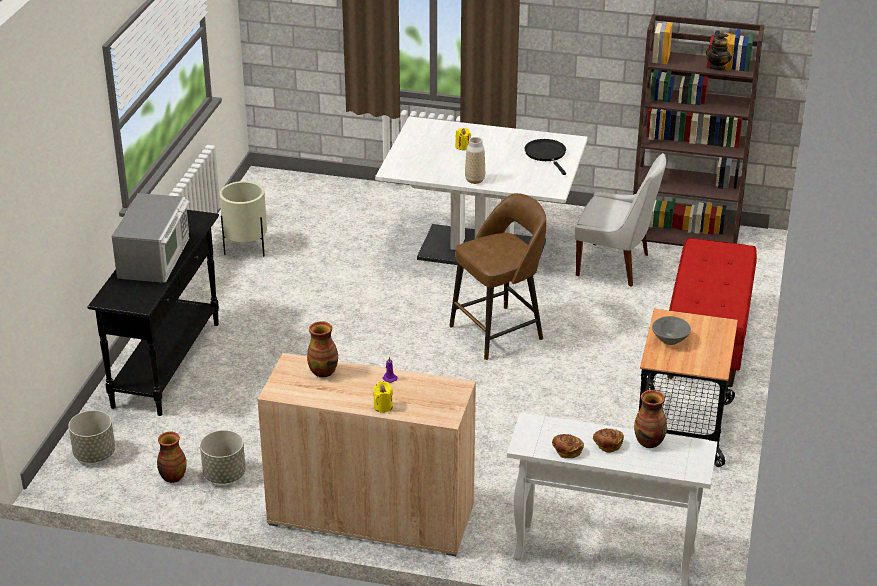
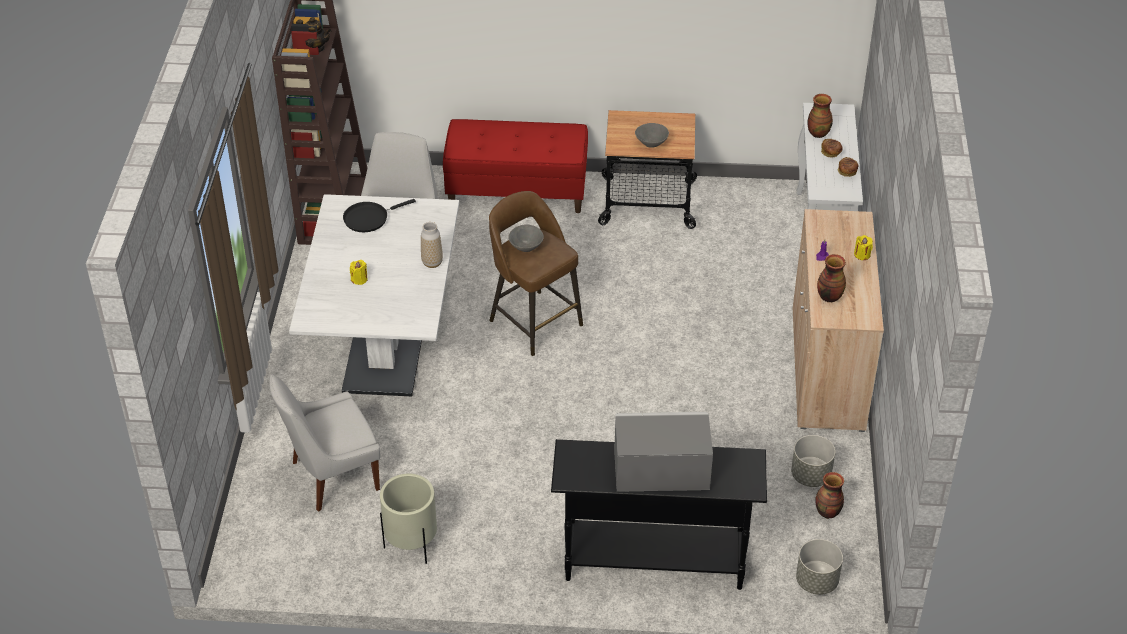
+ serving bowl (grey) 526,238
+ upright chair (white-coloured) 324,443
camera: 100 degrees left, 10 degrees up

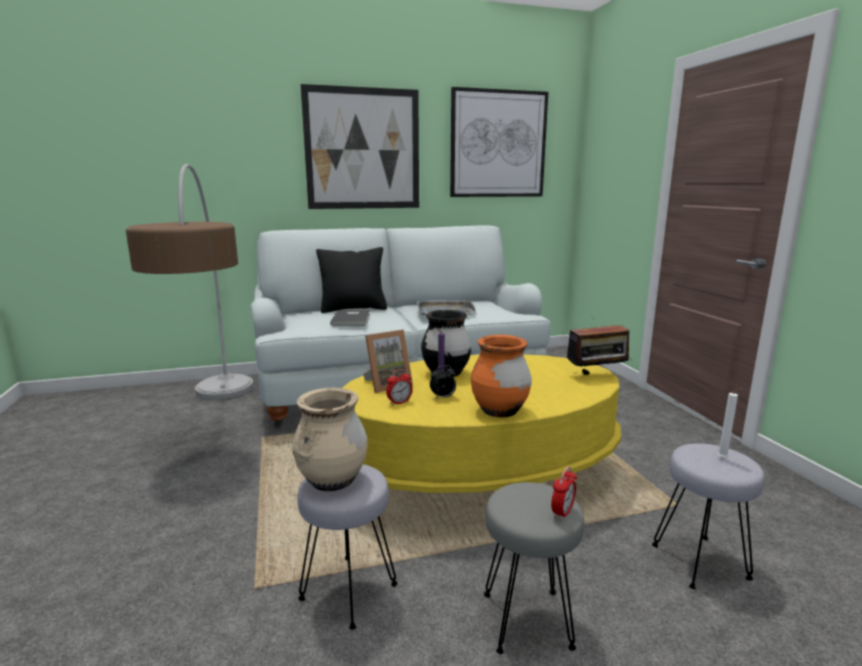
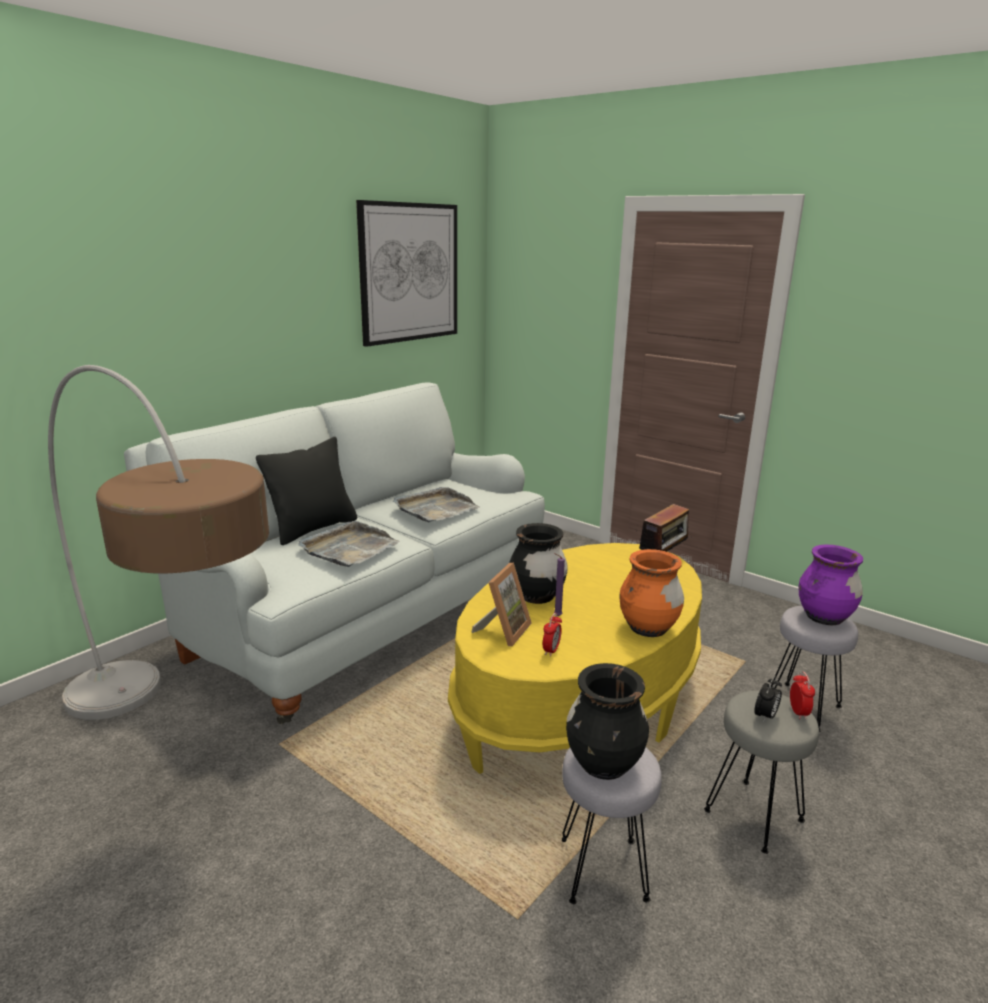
- wall picture 360,146
~ book (grey) 350,318 to tray (grey) 349,544
~ table clock 443,381 to 768,700
~ decorative vase (sand-coloured) 330,439 to decorative vase (black-coloured) 607,721
~ wax light (white-coloured) 731,423 to decorative vase (purple) 831,585
camera: 35 degrees left, 5 degrees up

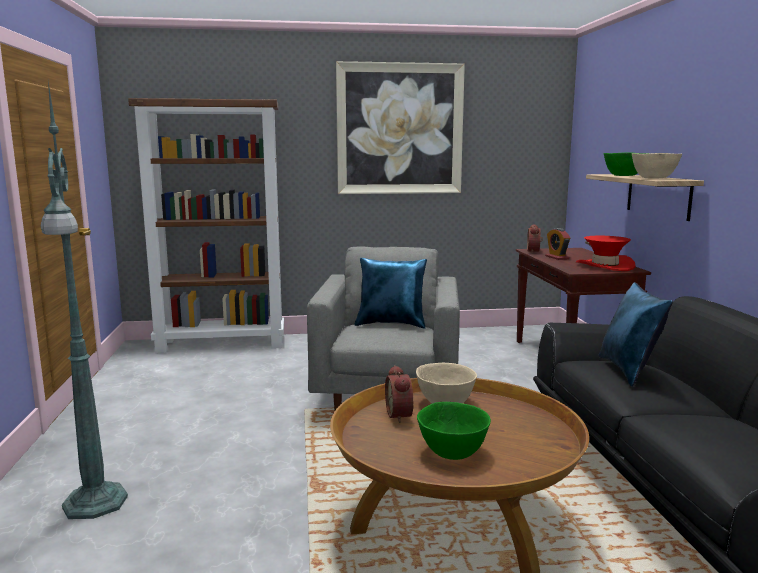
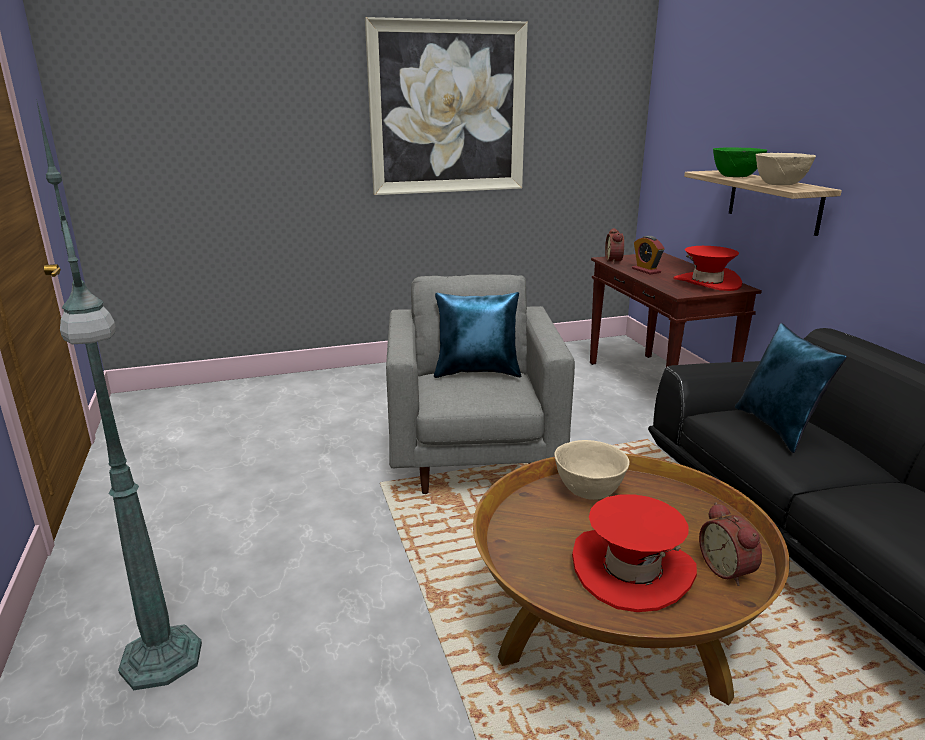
- bookcase (brown-coloured) 206,225
~ table clock 399,394 to 730,544
~ serving bowl (greenish) 454,431 to clothing hat (reddish) 634,553
camera: 10 degrees left, 10 degrees up

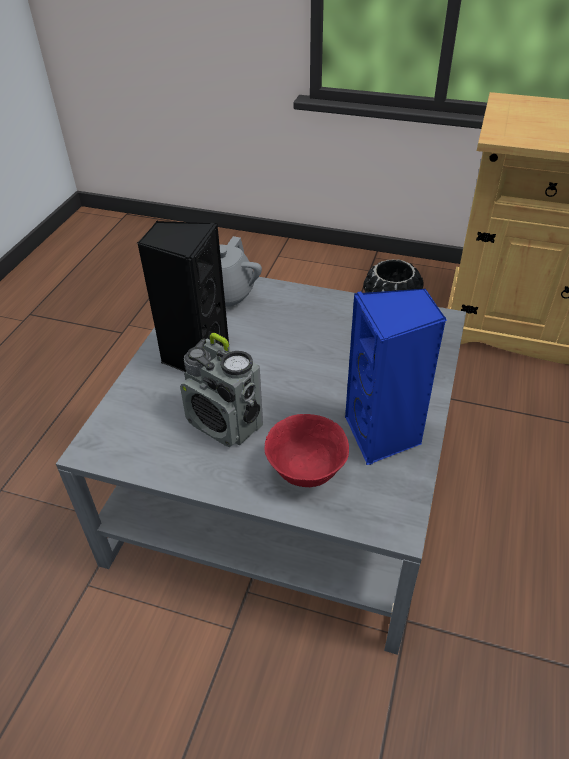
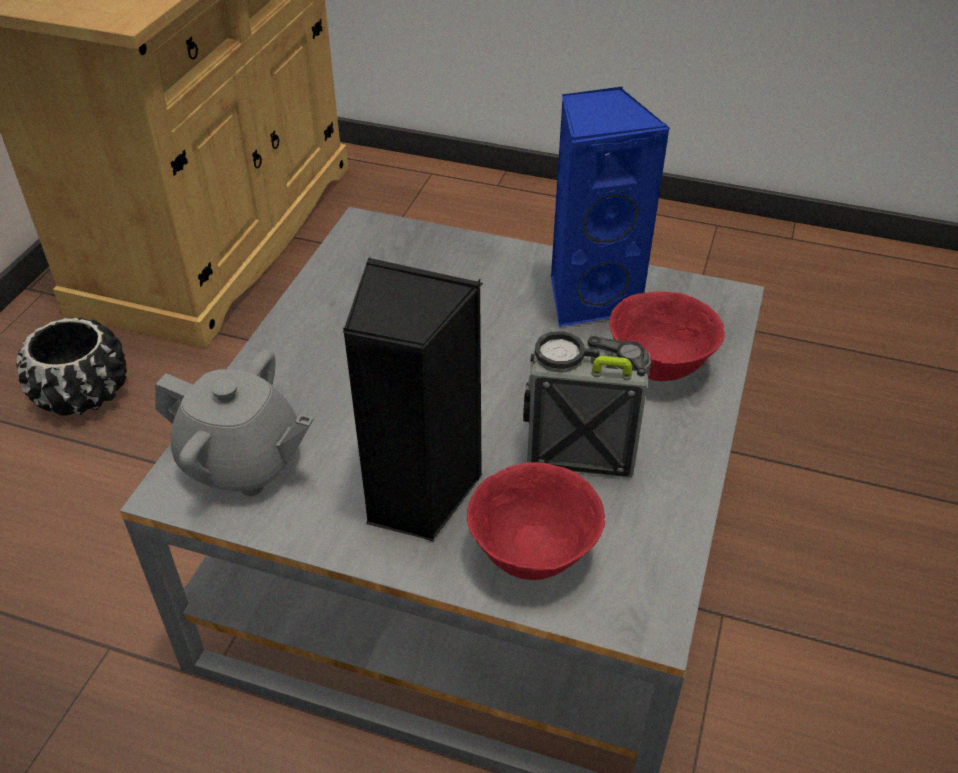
~ radio receiver 221,390 = 587,404 120 degrees counterclockwise
+ serving bowl (reddish) 536,521
camera: 90 degrees left, 0 degrees up

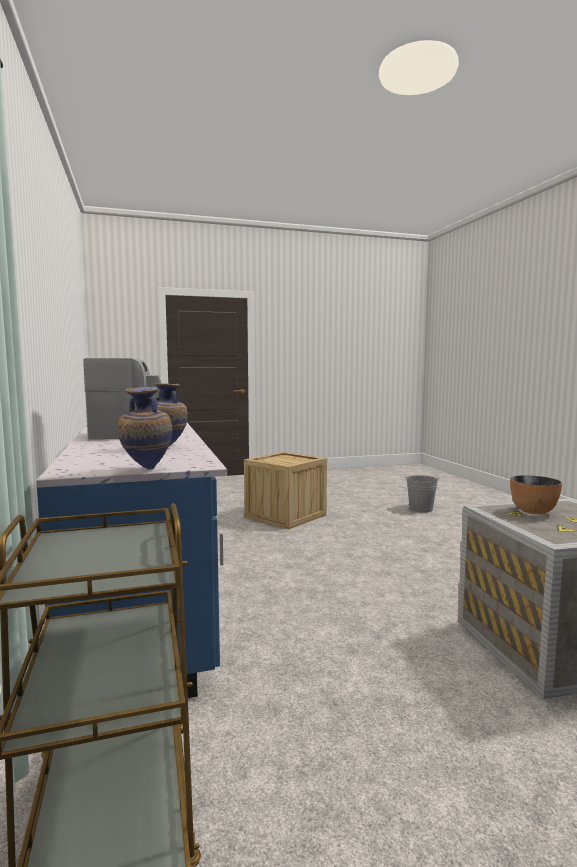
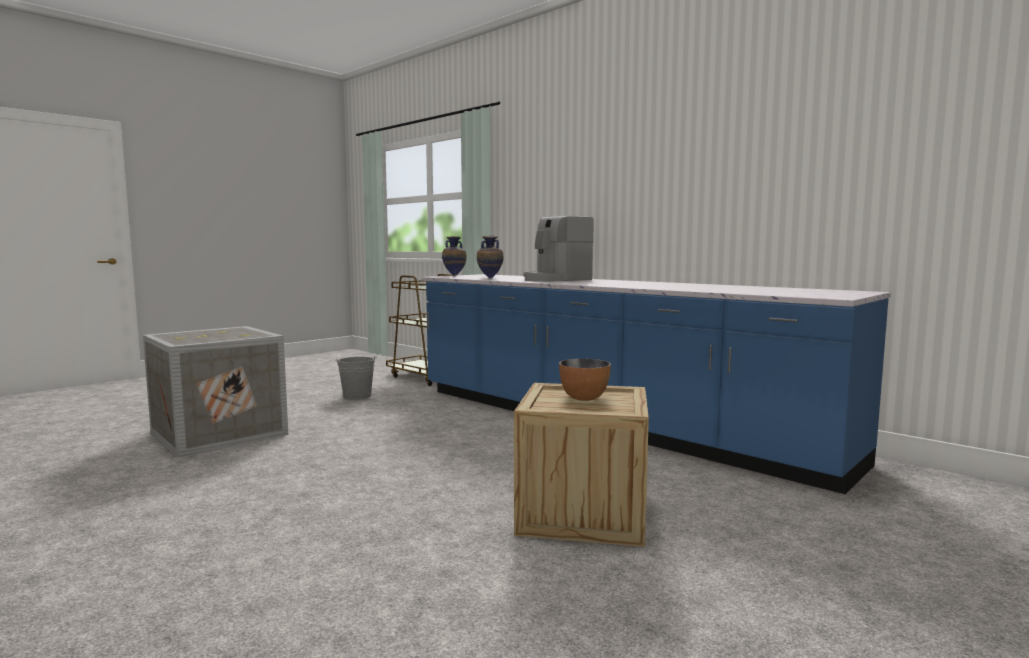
~ bucket (grey) 422,494 to 356,378
~ serving bowl 536,495 to 585,380
camera: 150 degrees right, 0 degrees up

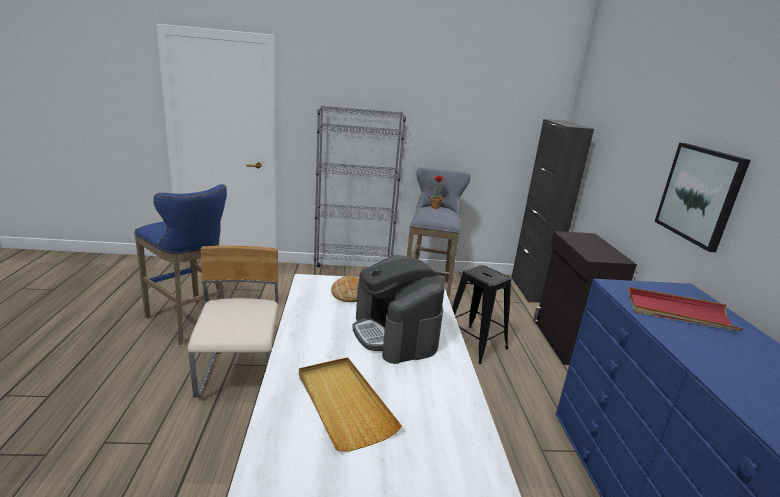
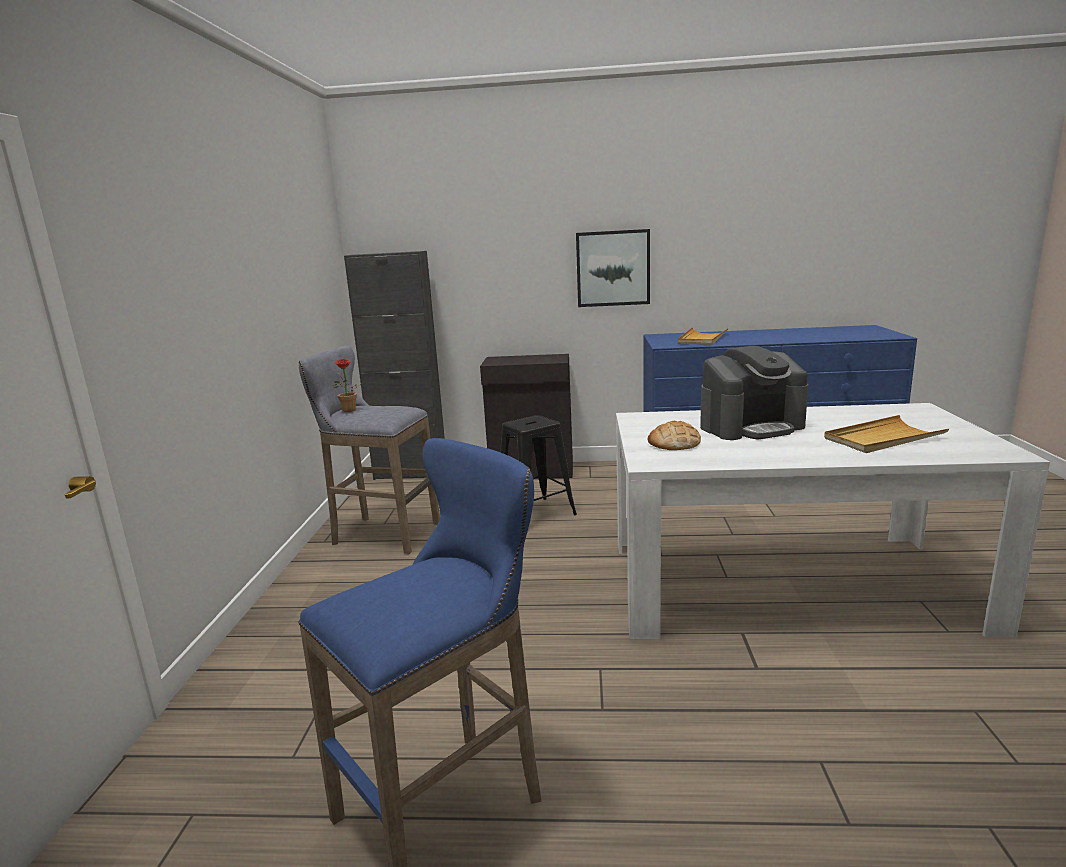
- bookcase (grey) 360,190
- upright chair (sand-coloured) 233,322
~ tray (reddish) 685,309 to tray (sand-coloured) 703,336
camera: 80 degrees left, 5 degrees down

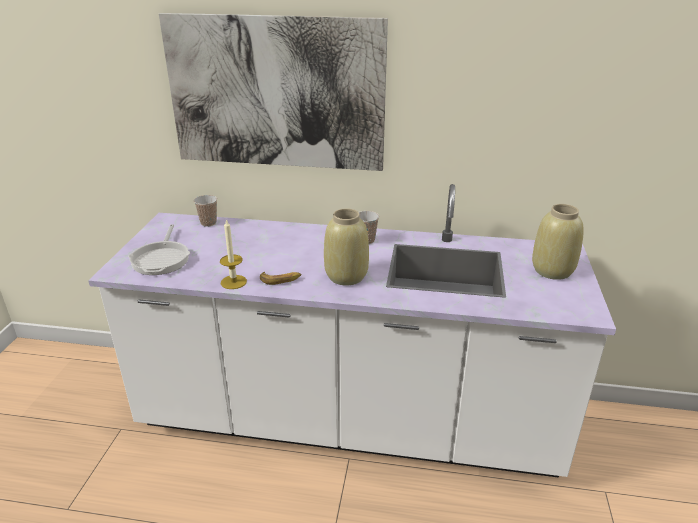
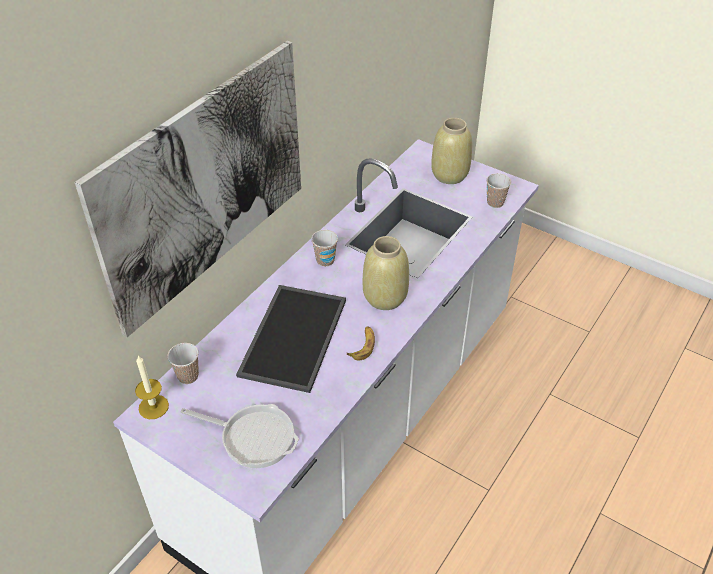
~ wax light 233,254 to 152,387
+ small cup 498,190
+ tray 291,339
camera: 65 degrees left, 15 degrees up

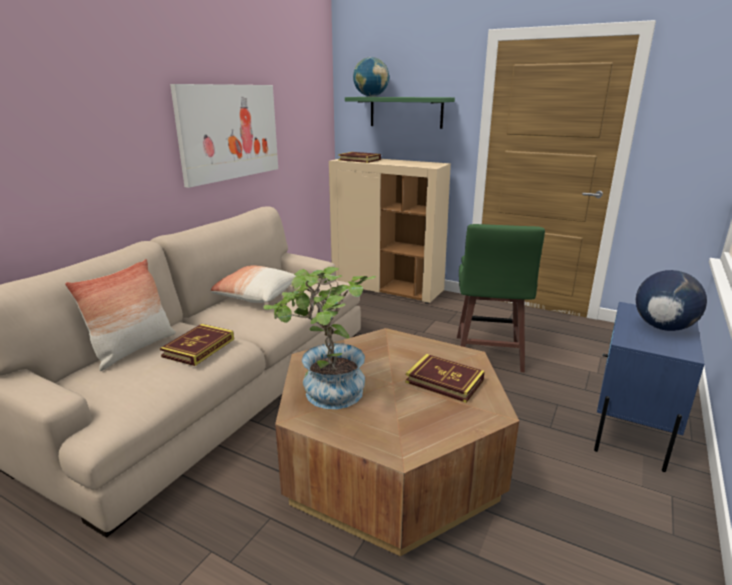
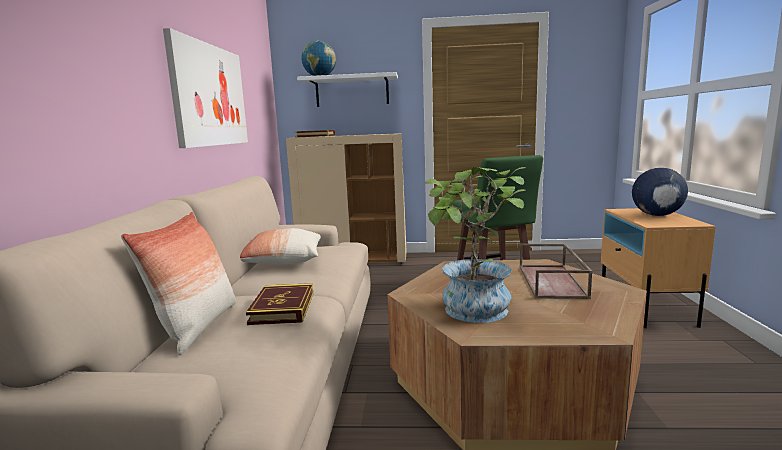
~ wall shelf (greenish) 400,113 to wall shelf (white-coloured) 347,89
~ night table (bluish) 649,387 to night table (sand-coloured) 658,268
~ book 445,378 to tray (brown-coloured) 555,271
camera: 25 degrees left, 10 degrees down

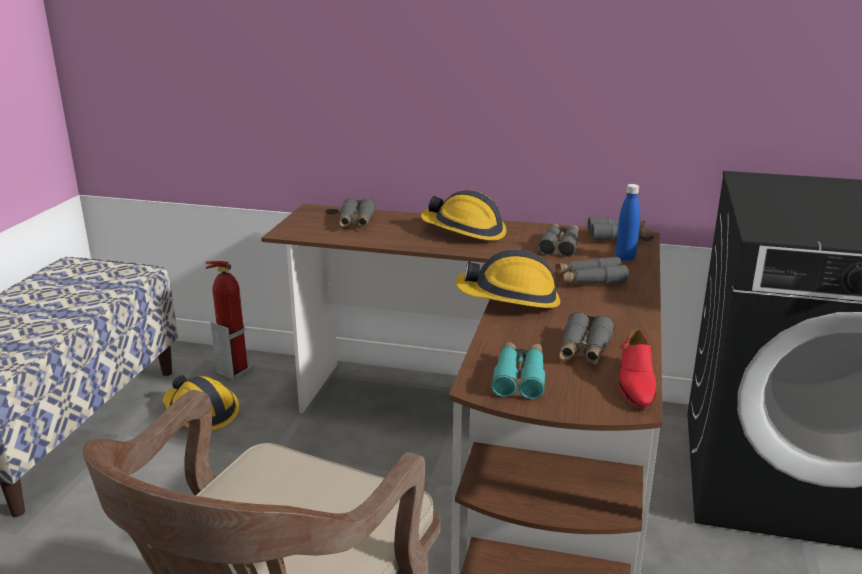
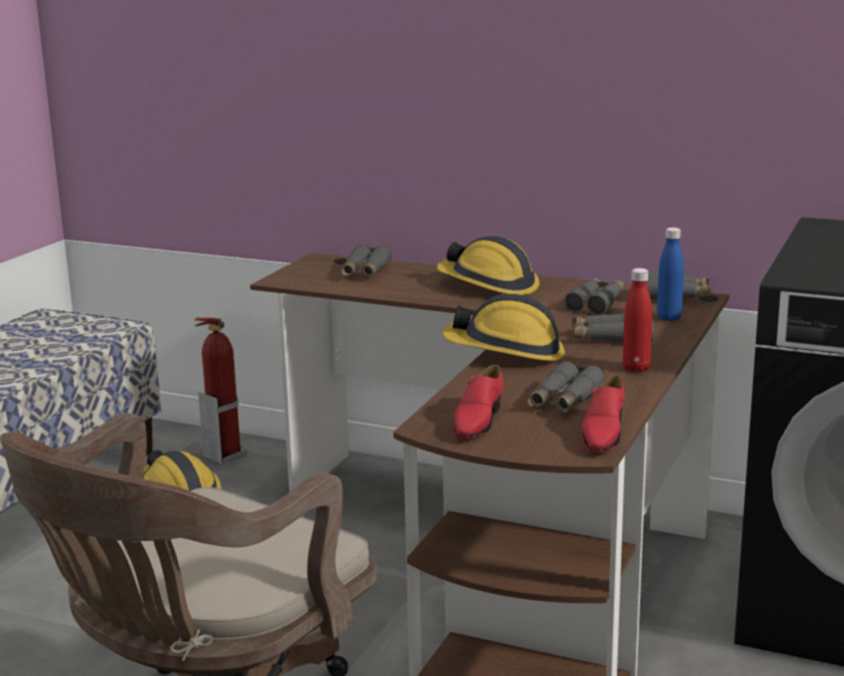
~ pair of binoculars (turquoise) 518,371 to item of footwear (reddish) 479,401
+ bottle (reddish) 637,320
camera: 10 degrees right, 5 degrees down

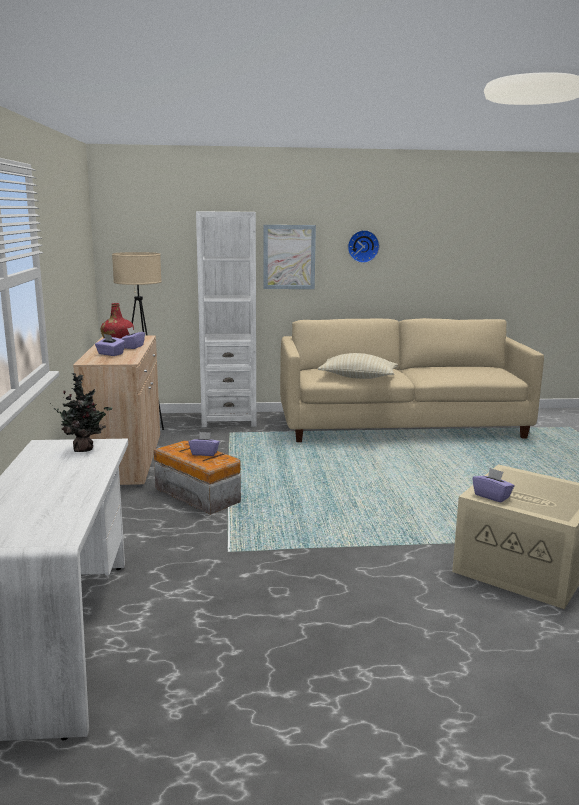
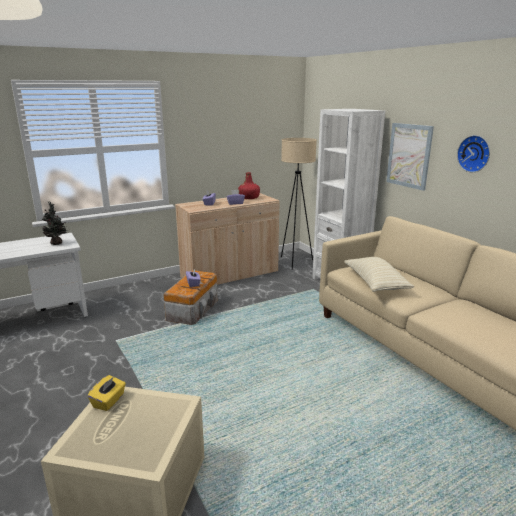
~ tissue box (purple) 493,485 to tissue box (yellow-coloured) 107,393
camera: 65 degrees right, 5 degrees up

